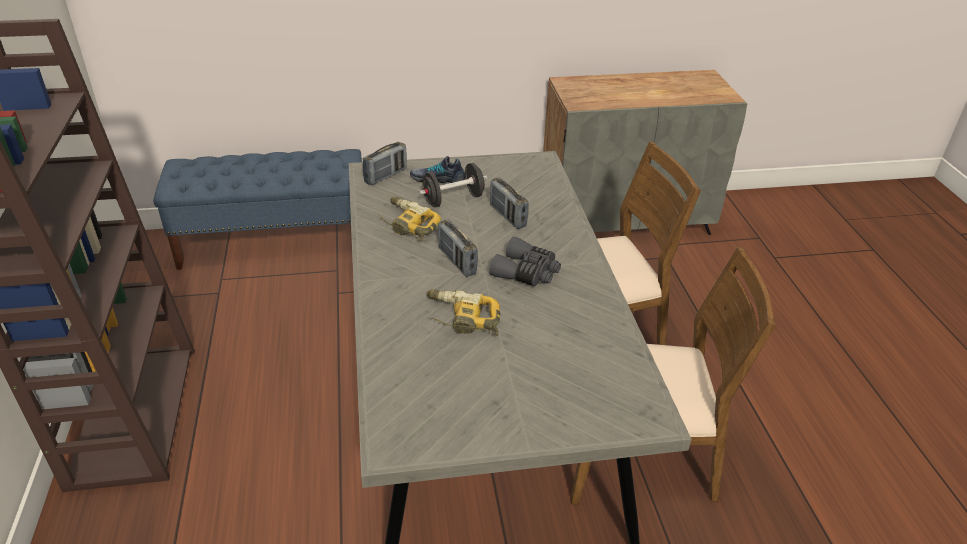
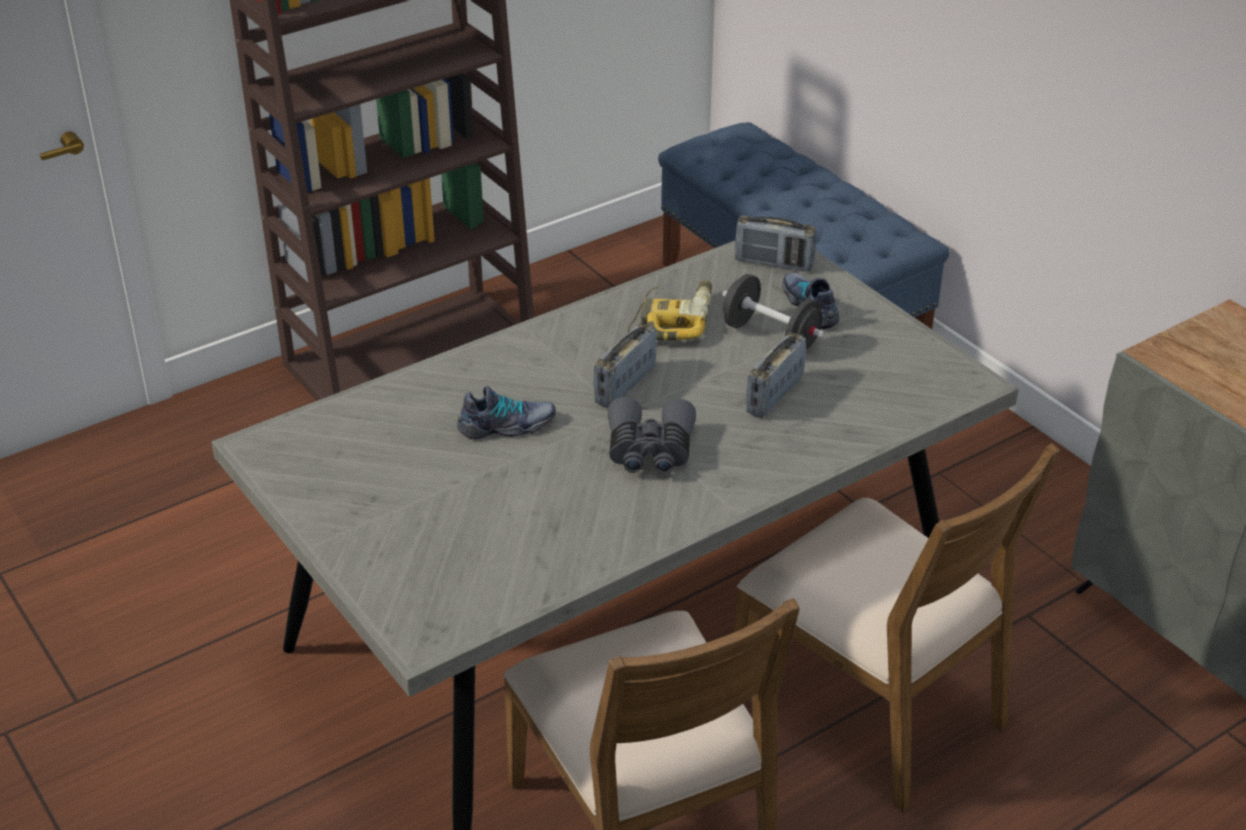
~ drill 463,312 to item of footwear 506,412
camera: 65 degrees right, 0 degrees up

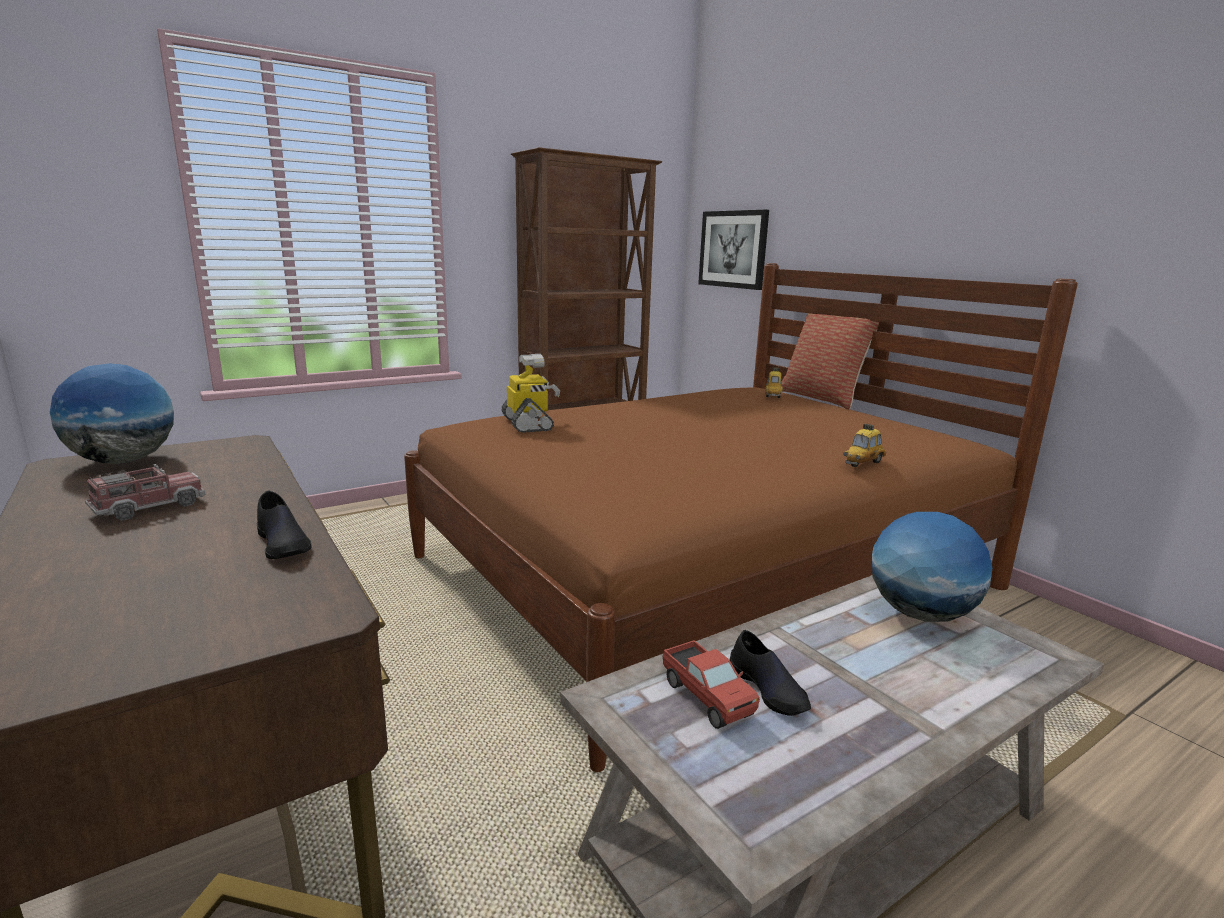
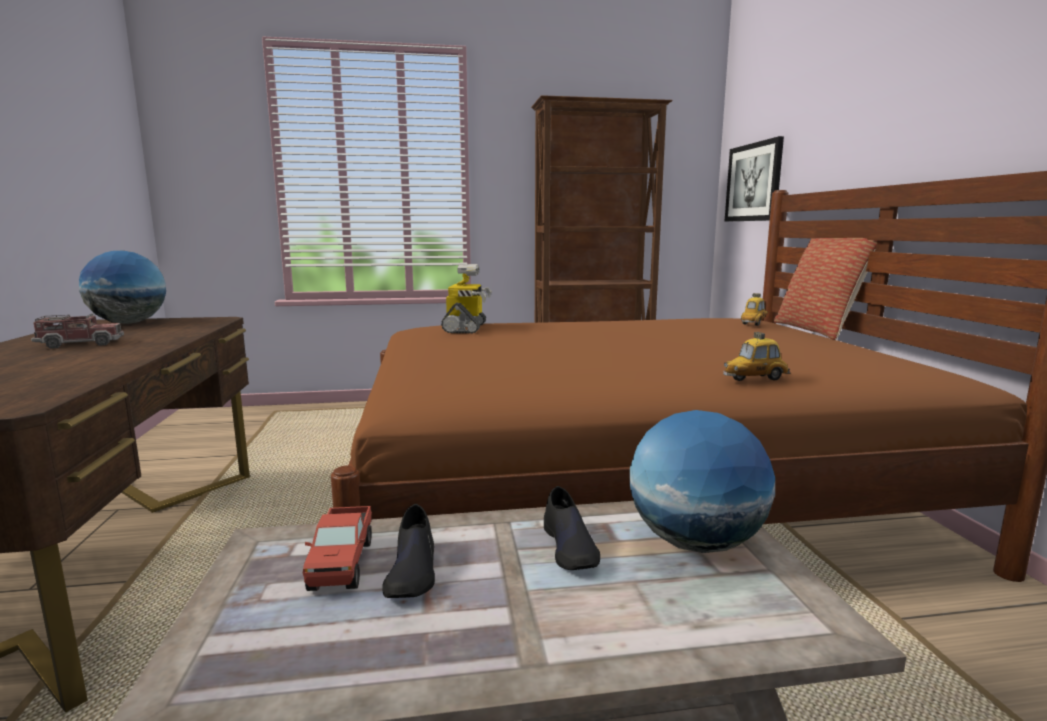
~ item of footwear (black-coloured) 284,525 to 572,528
camera: 25 degrees right, 5 degrees down

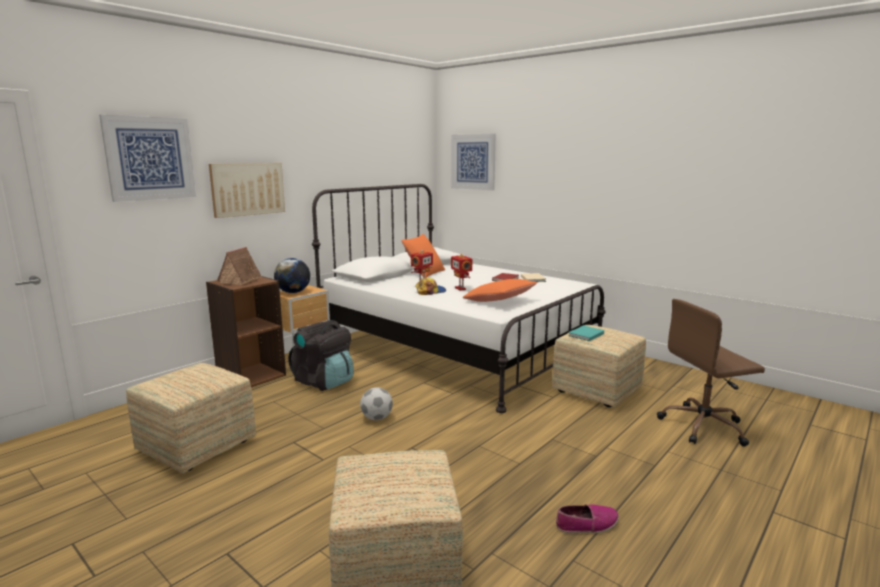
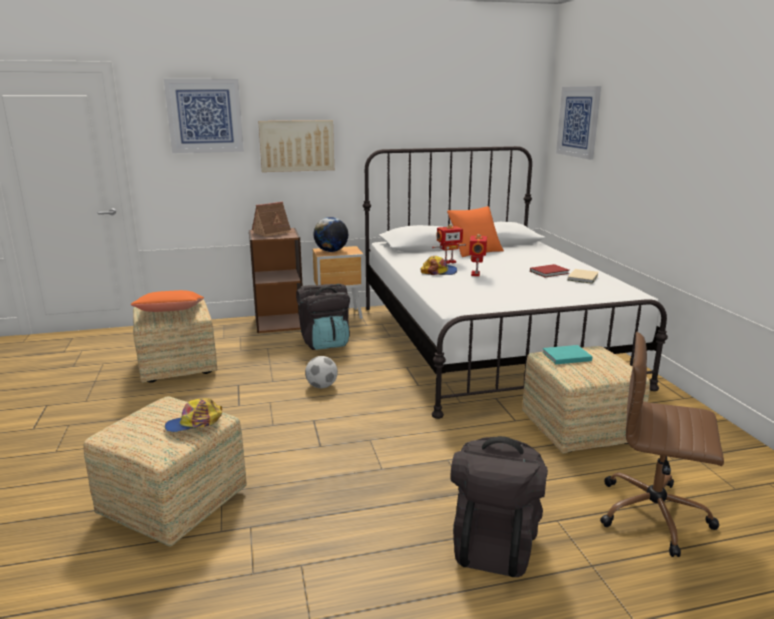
~ pillow (orange-coloured) 500,290 to 167,301
- item of footwear 587,519
+ peaked cap 193,415
+ backpack (black-coloured) 499,506
camera: 35 degrees right, 5 degrees up

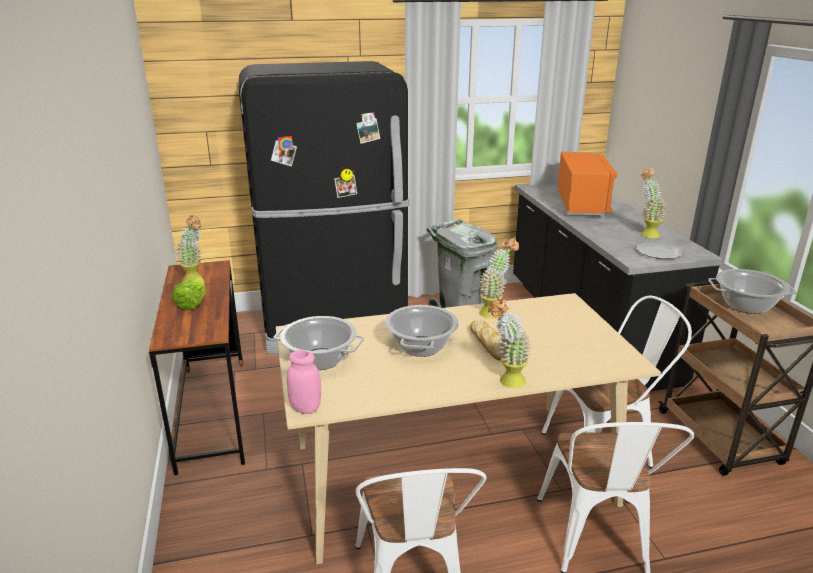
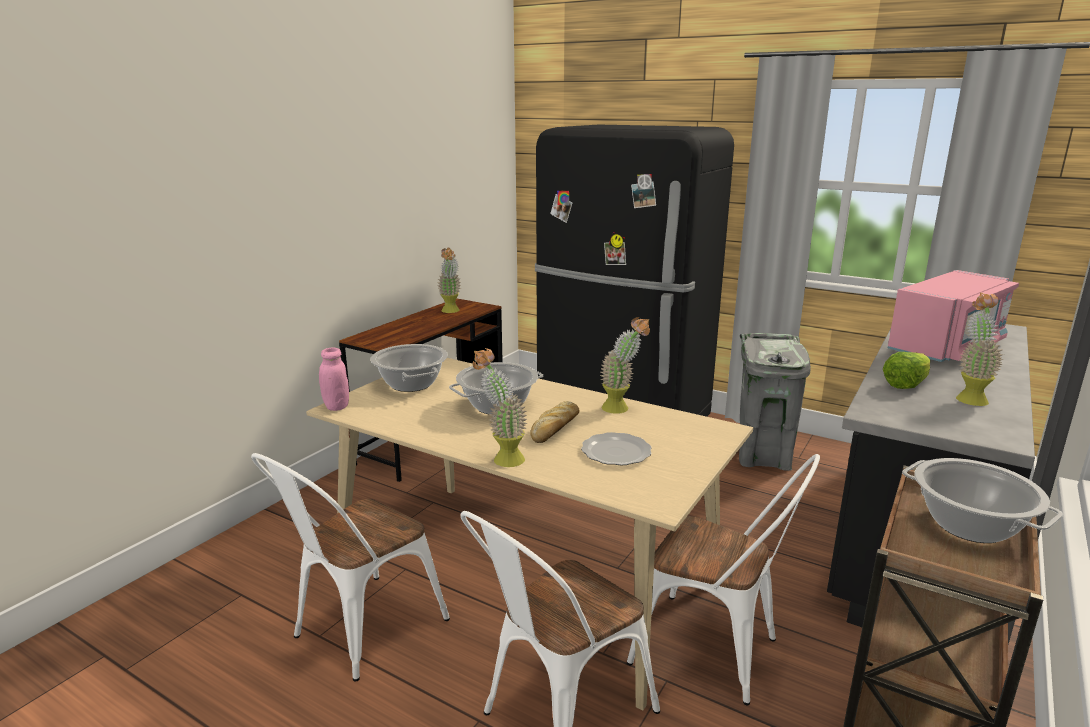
~ microwave oven (orange-coloured) 587,183 to microwave oven (pink) 953,316
~ dinner plate 659,250 to 616,448
~ lettuce 189,293 to 906,370
camera: 45 degrees right, 5 degrees down

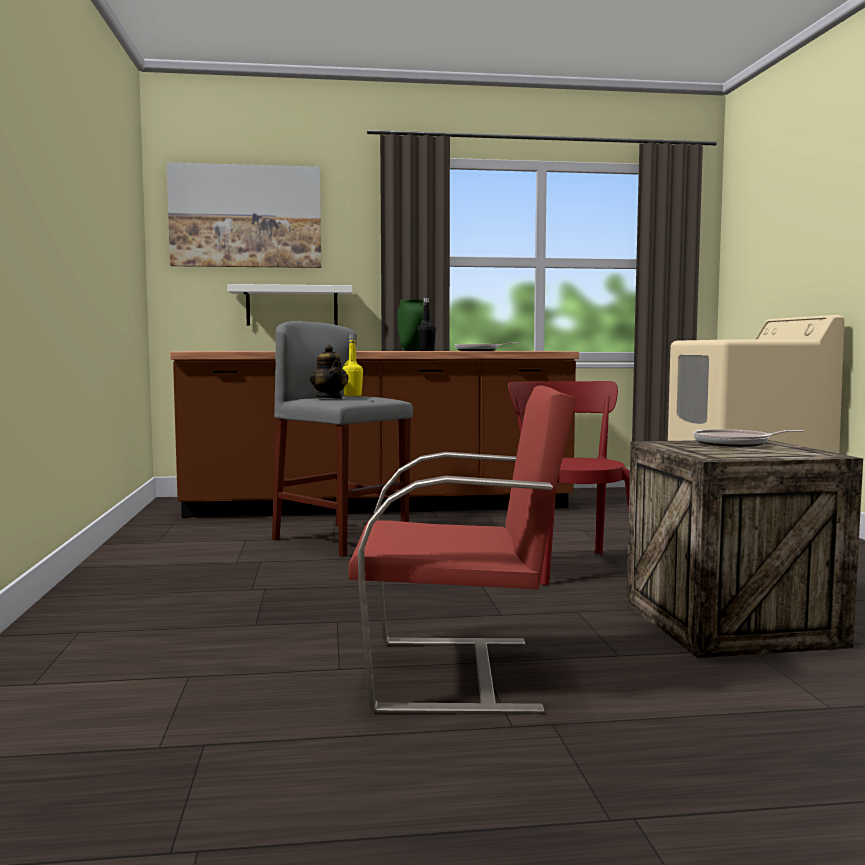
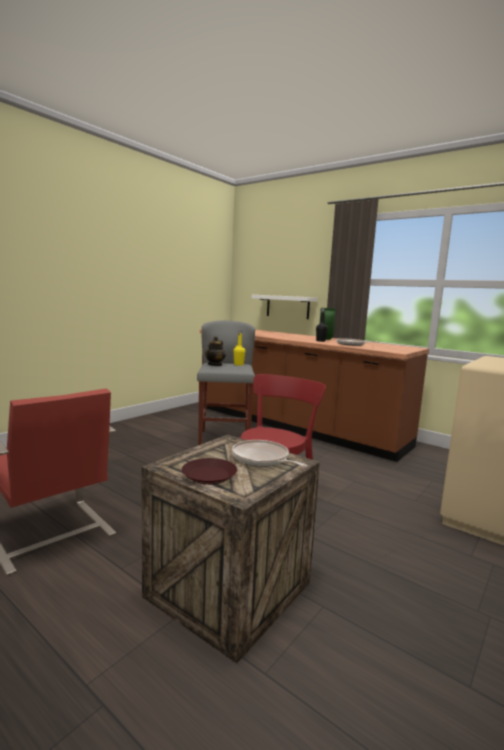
- wall picture 244,215
+ dinner plate (brown-coloured) 209,471
camera: 45 degrees right, 5 degrees up

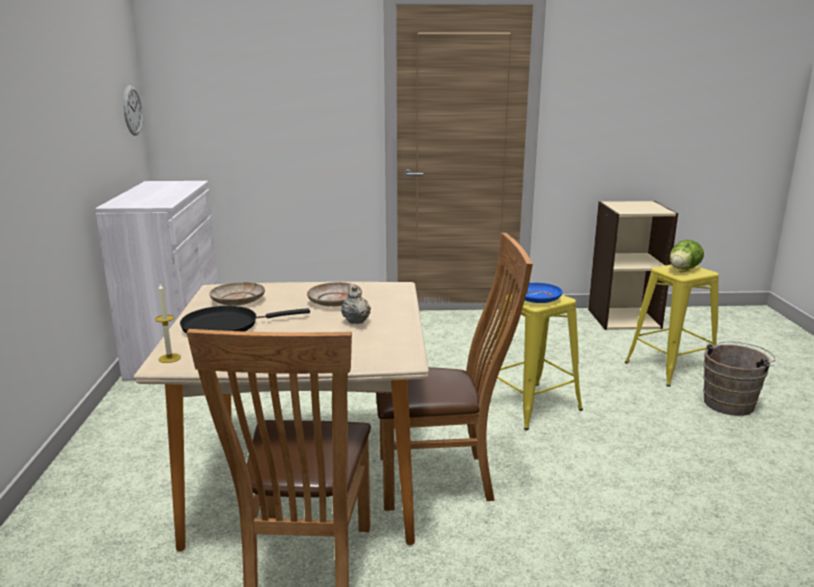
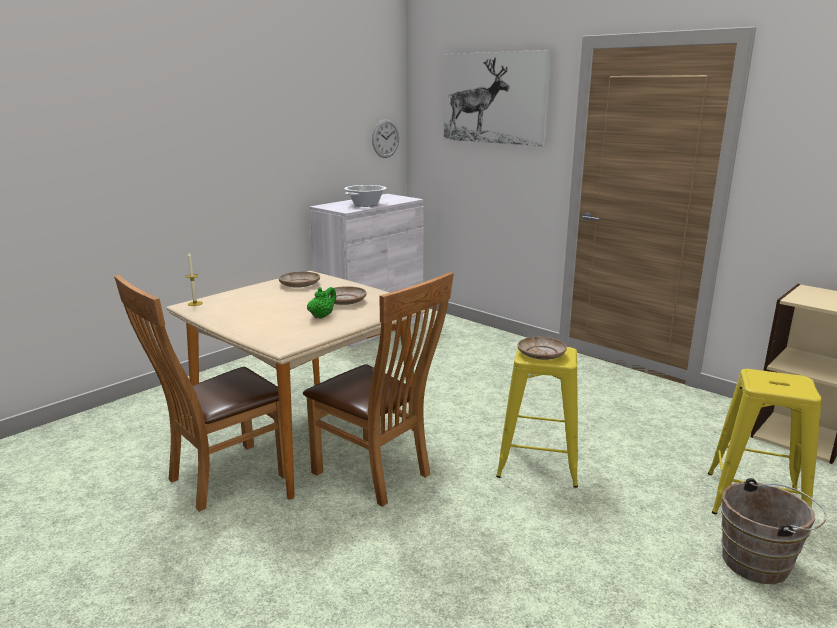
- lettuce 687,255
~ dinner plate (bluish) 539,293 to dinner plate (sand-coloured) 542,348
~ pot for tea (sand-coloured) 356,304 to pot for tea (greenish) 321,303
- skillet (black-coloured) 245,320
+ wall picture 498,98
+ stockpot 365,196
camera: 45 degrees right, 0 degrees up

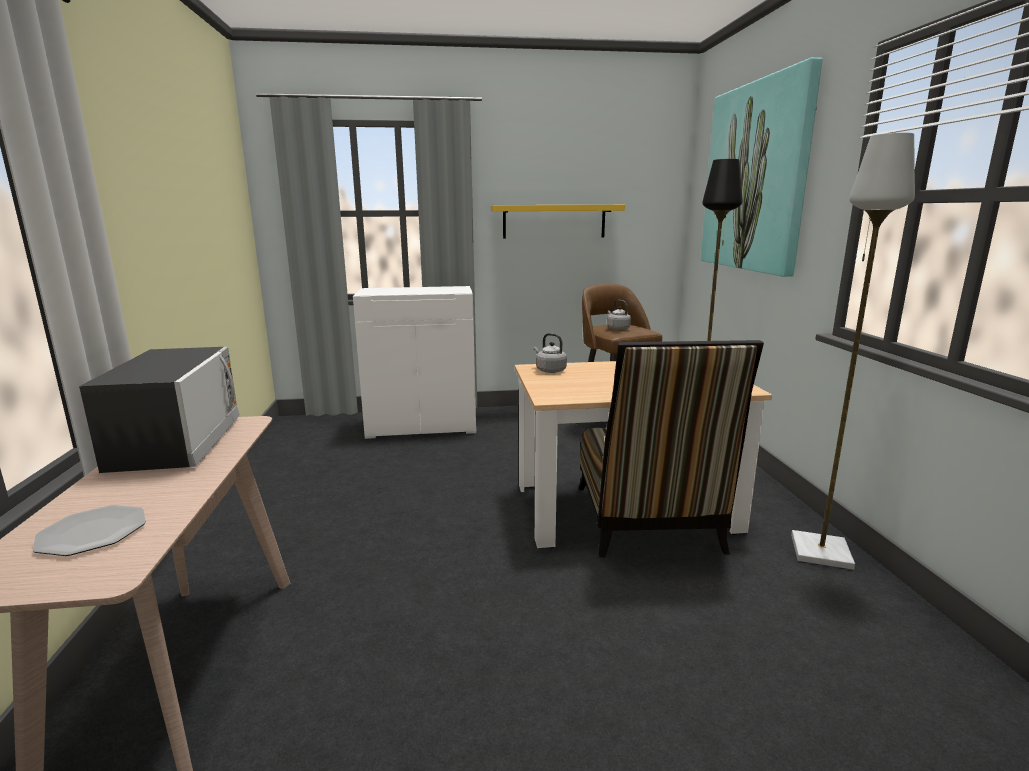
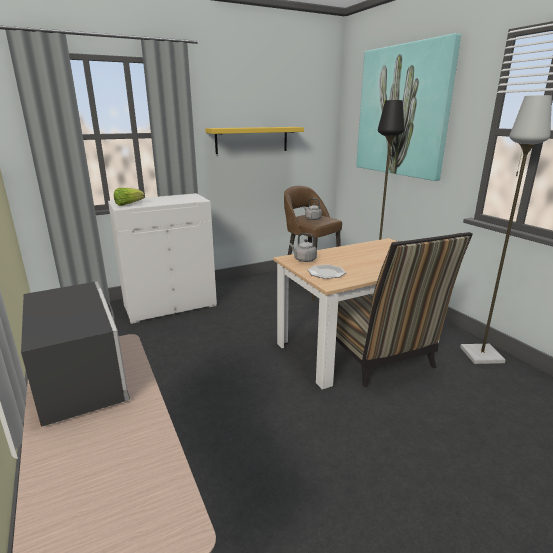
~ dinner plate 89,530 to 327,272
+ lettuce 129,197
camera: 20 degrees left, 5 degrees up

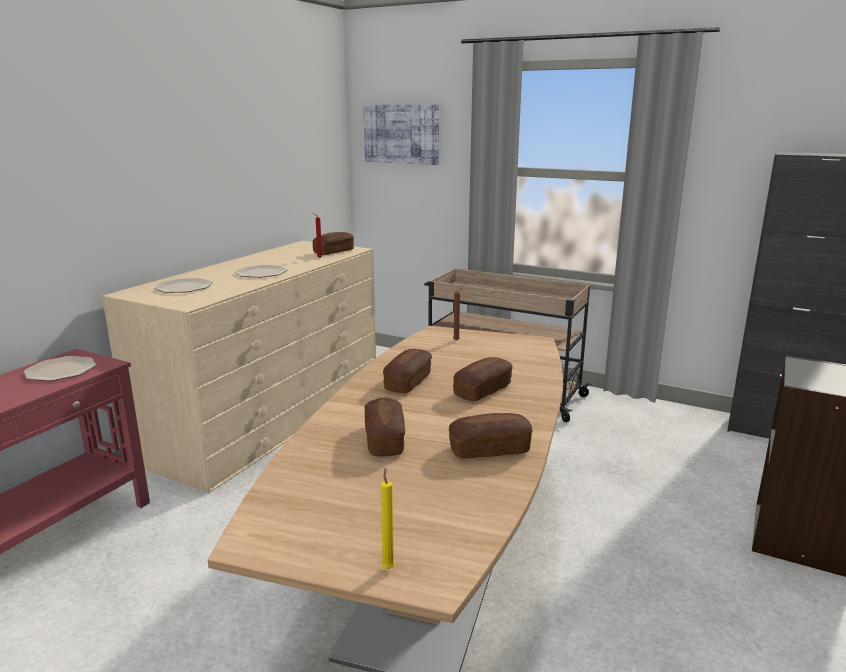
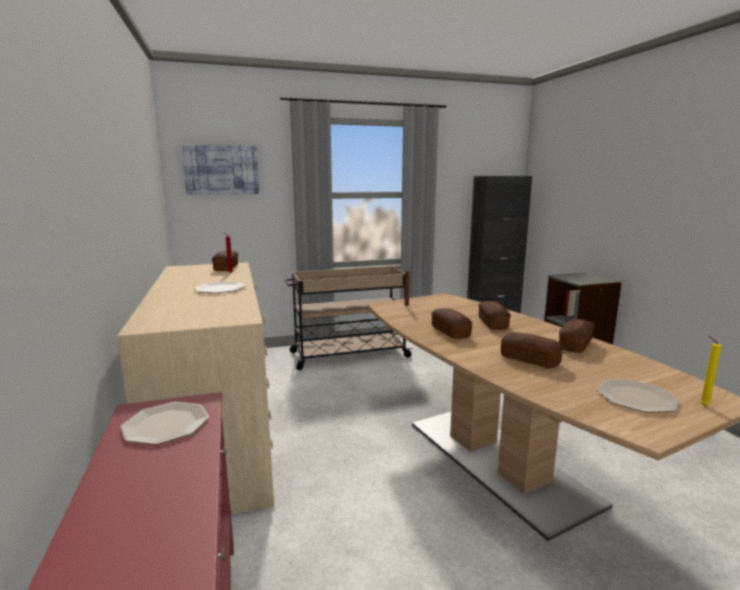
~ dinner plate 183,285 to 638,396
camera: 45 degrees left, 5 degrees down

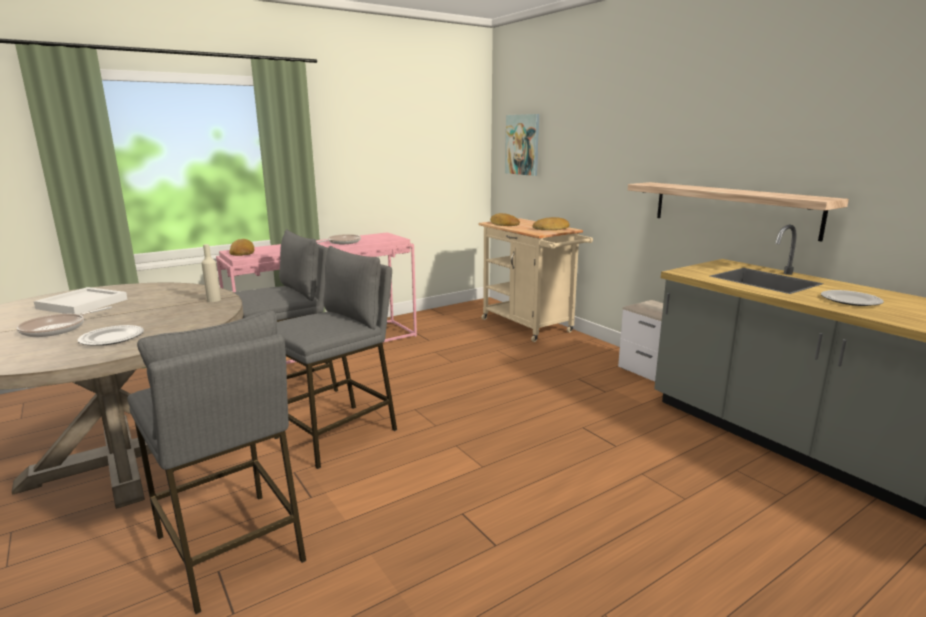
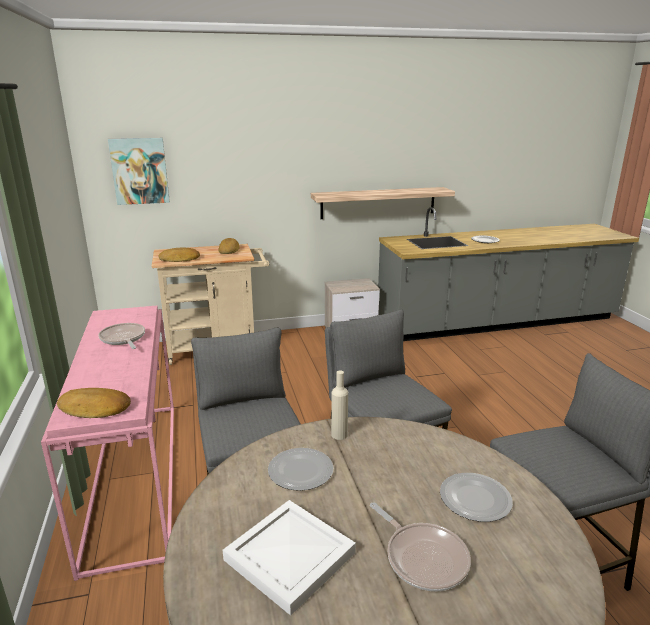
+ dinner plate 301,469
camera: 70 degrees left, 5 degrees up

